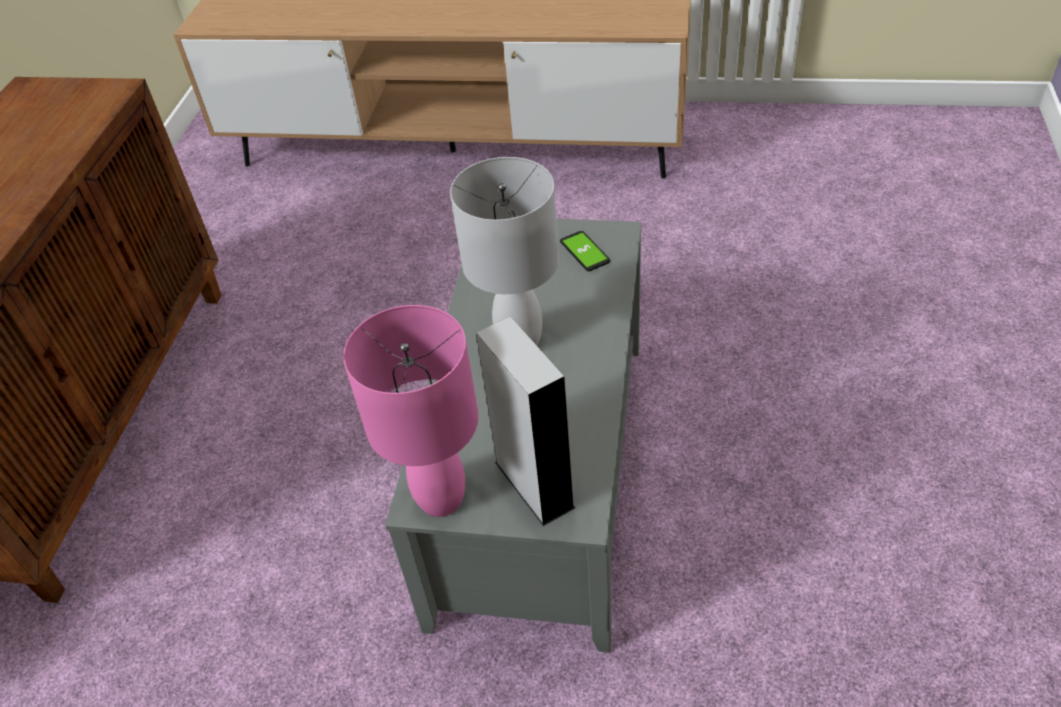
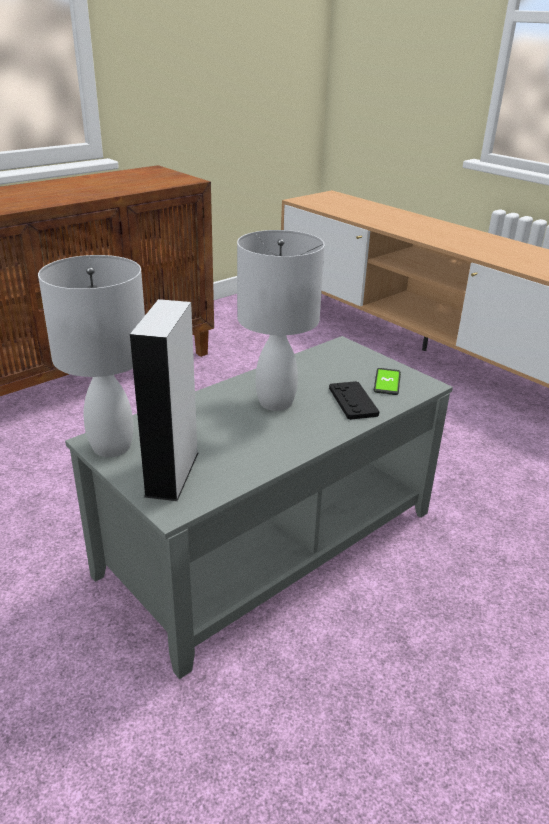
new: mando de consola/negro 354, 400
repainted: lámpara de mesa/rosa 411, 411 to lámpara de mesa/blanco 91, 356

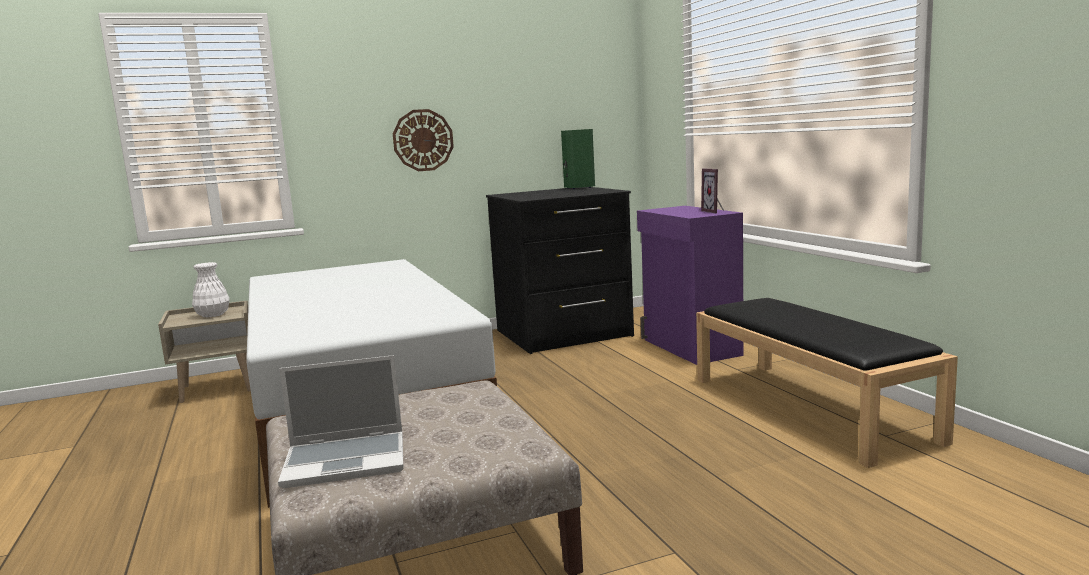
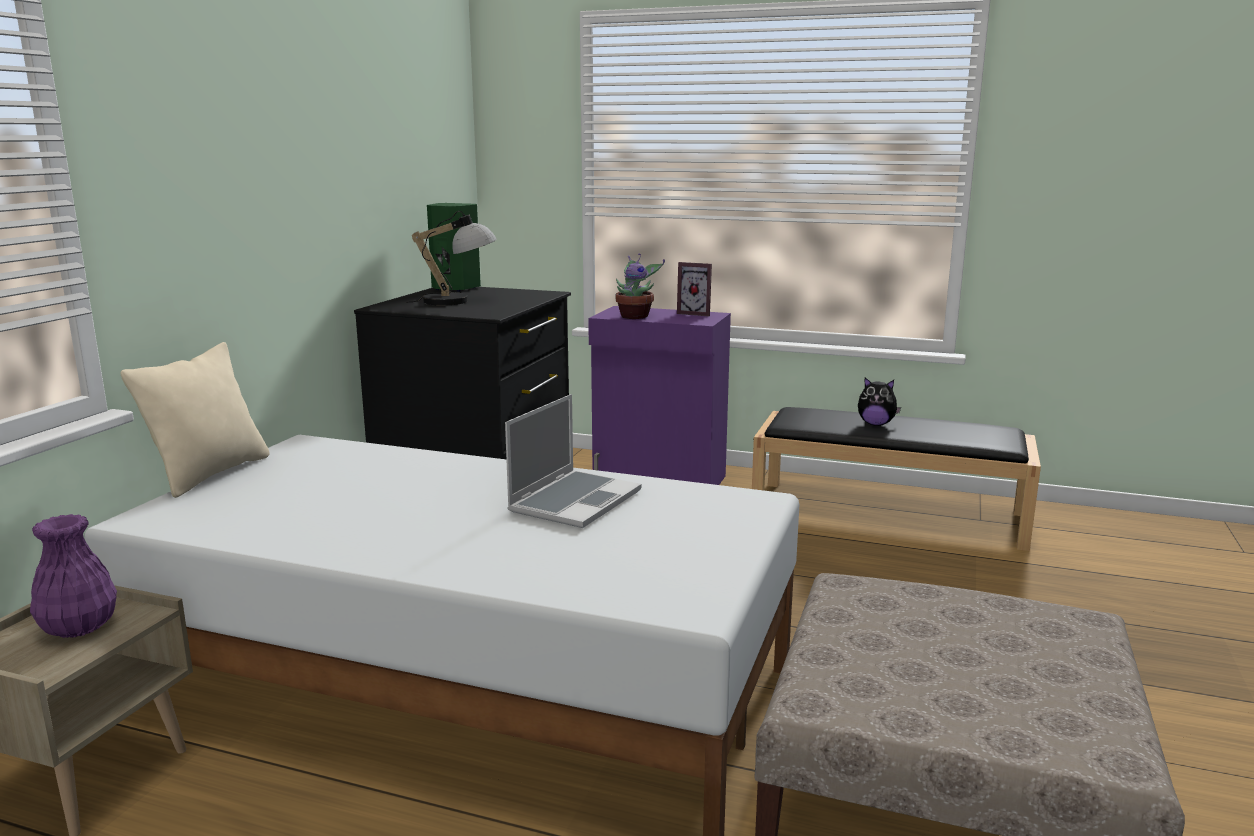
gone: reloj de pared 423, 140
new: cojín/beis 195, 420; lámpara de mesa 451, 258; planta en maceta 640, 286; peluche 879, 402
shifted: portátil 340, 421 to 573, 461
repainted: florero/blanco 211, 289 to florero/morado 73, 576

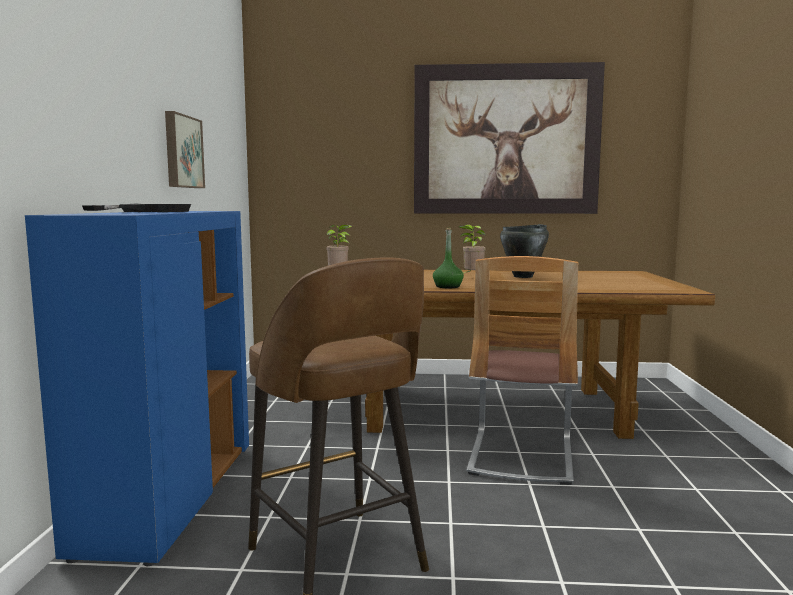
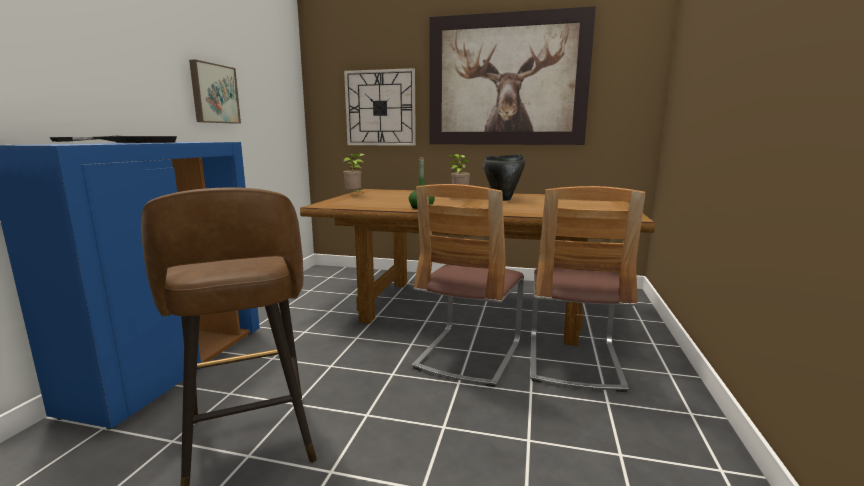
new: reloj de pared 380, 107; silla 587, 289

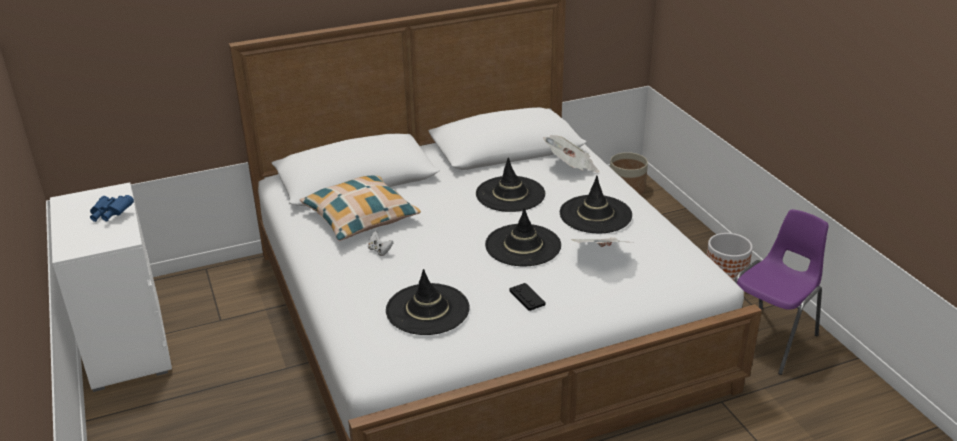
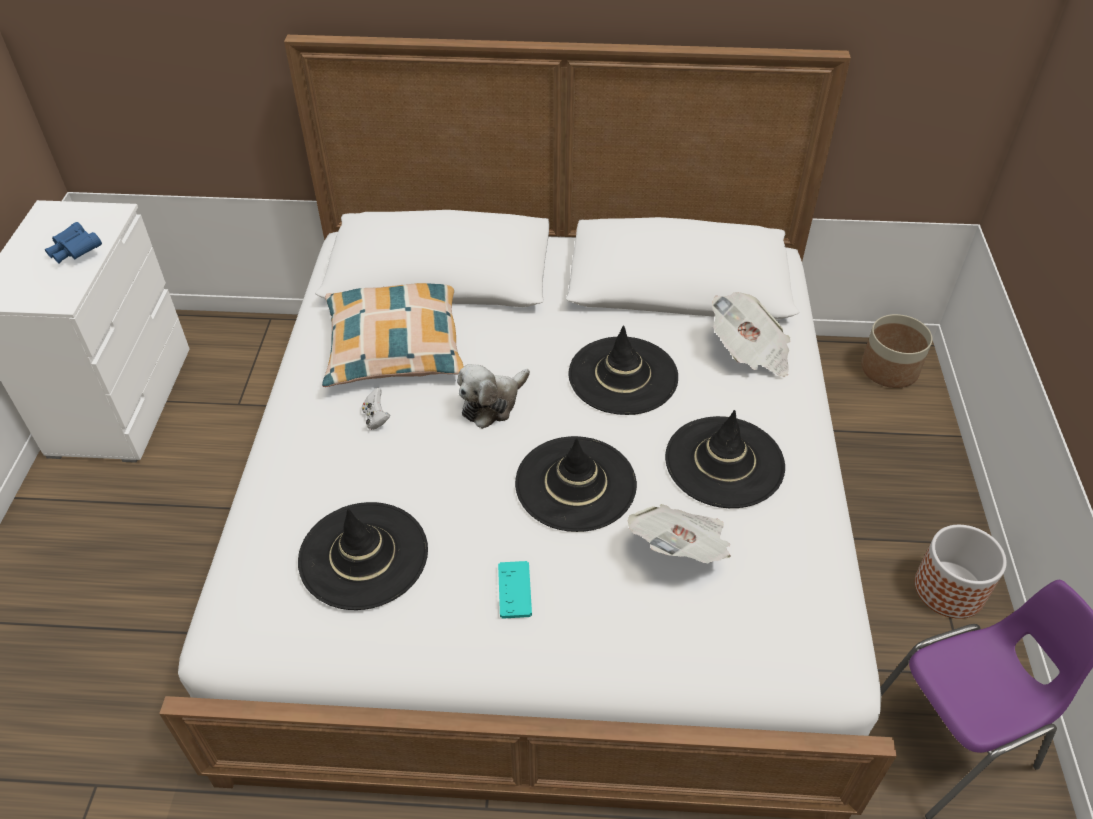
new: peluche 493, 396
repainted: mando de consola/negro 527, 297 to mando de consola/turquesa 515, 590

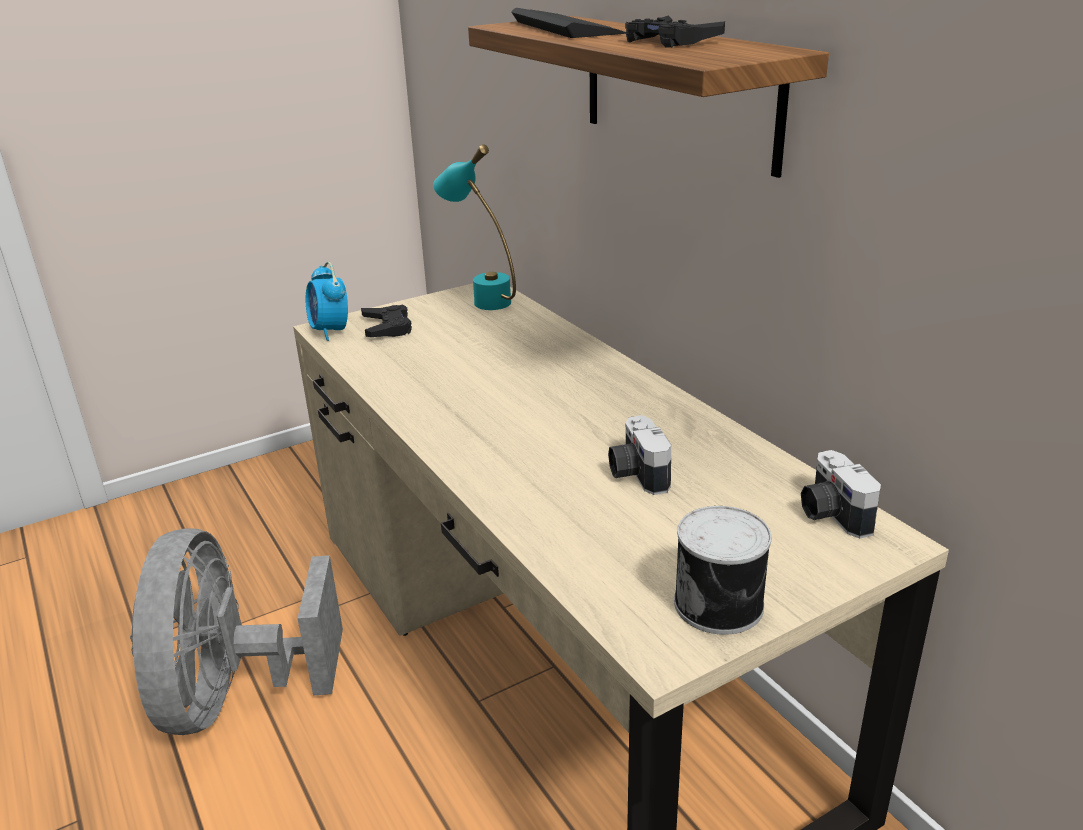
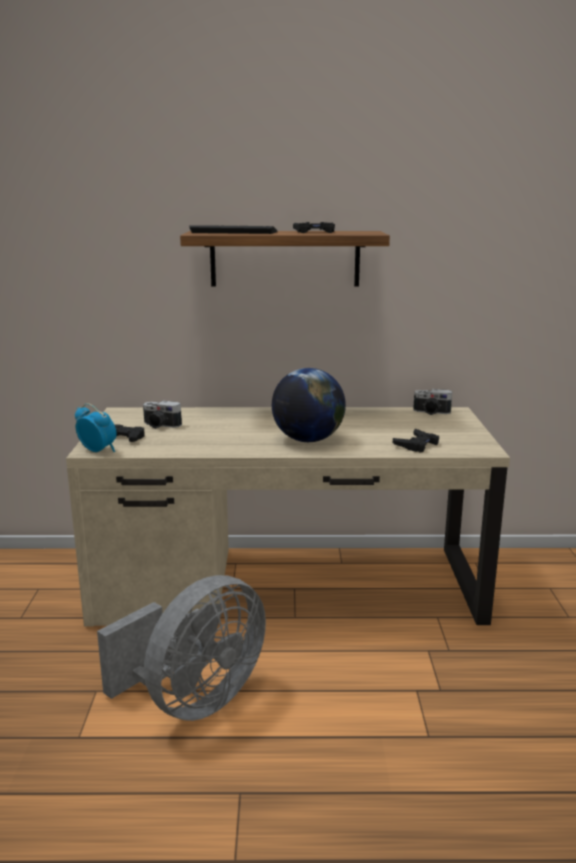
gone: lámpara de mesa/turquesa 474, 227; lata 723, 570
new: globo terráqueo 309, 405; mando de consola/negro 416, 441
shifted: cámara 639, 455 to 162, 415
rotated: despertador 327, 301 = 96, 427 150 degrees counterclockwise; ventilador/gris 236, 631 = 181, 648 75 degrees counterclockwise

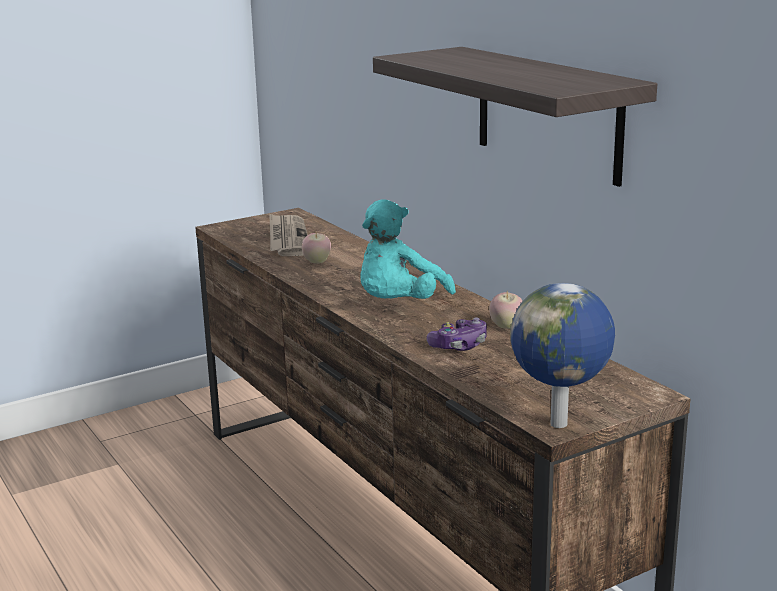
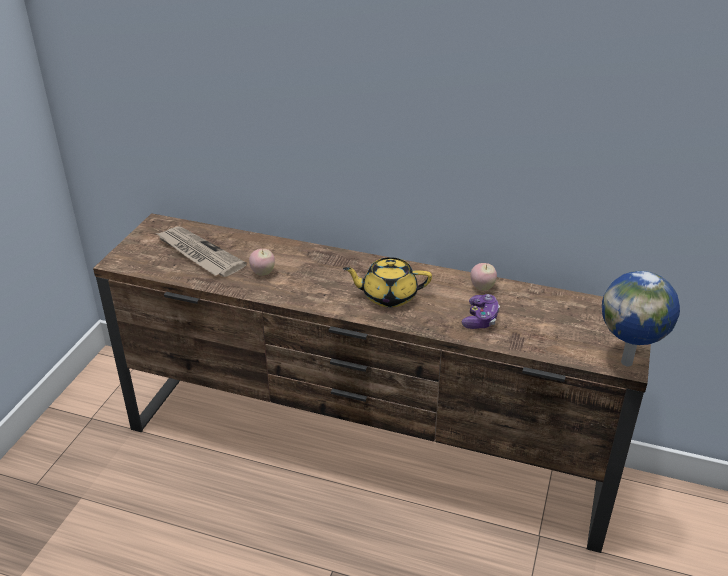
gone: estante 515, 117
swapped: peluche/turquesa 408, 249 to tetera/amarillo 387, 282

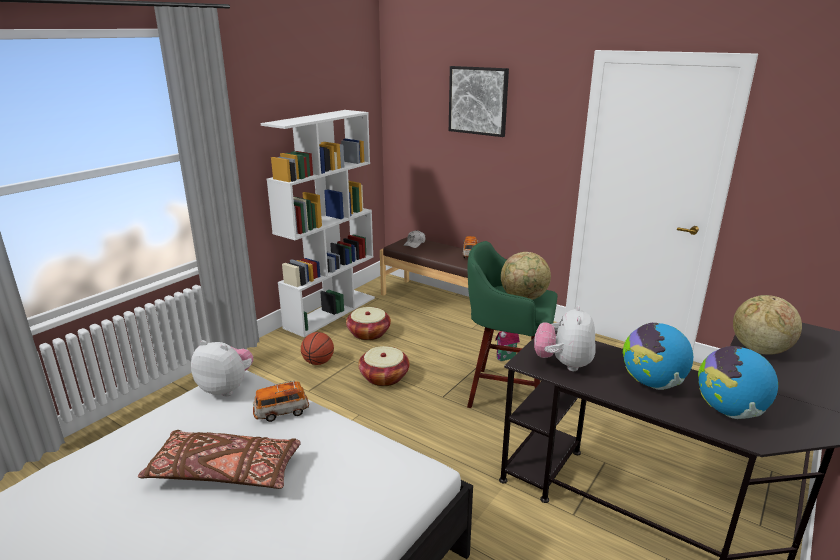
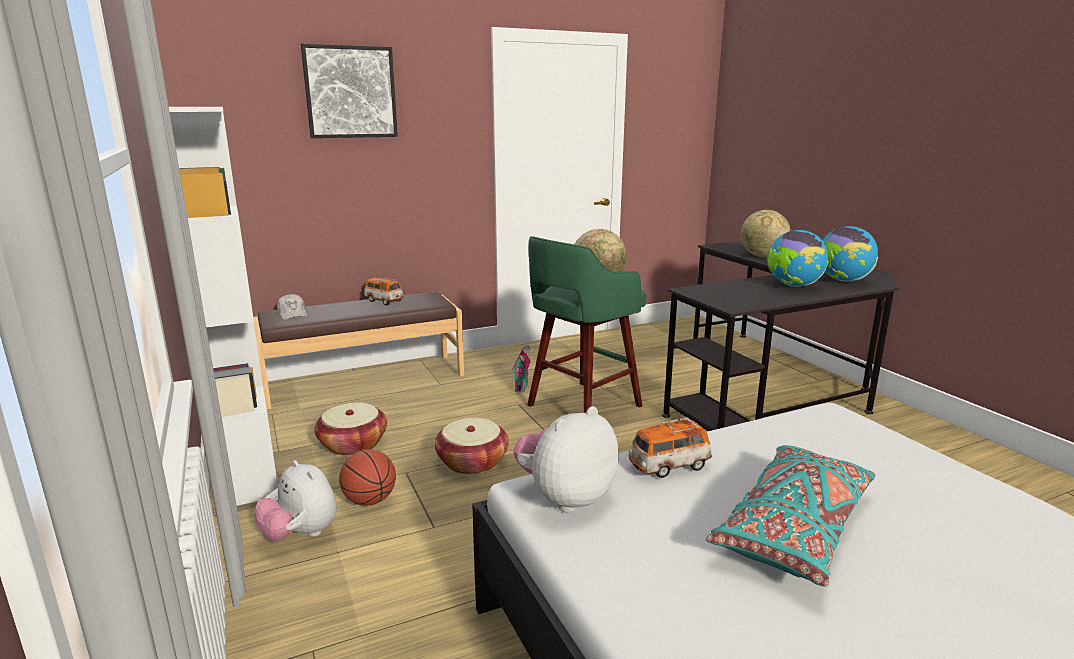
shifted: peluche 565, 338 to 295, 501
repainted: cojín/marrón 219, 459 to cojín/turquesa 790, 516
rotated: coche de juguete 281, 401 = 670, 447 60 degrees clockwise

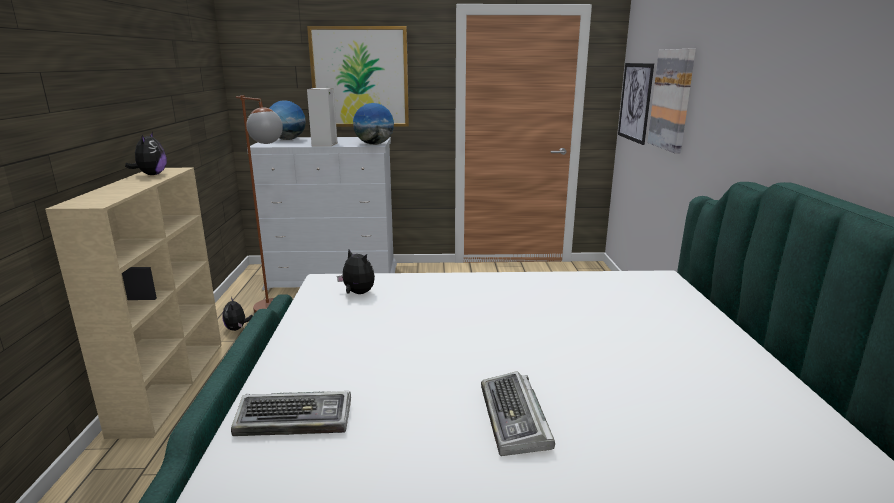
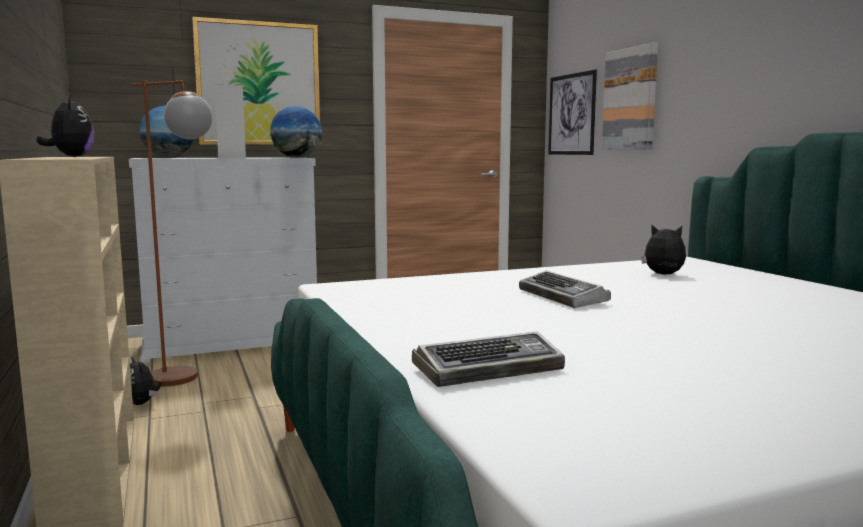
shifted: teclado 518, 413 to 565, 289; peluche 356, 272 to 663, 250

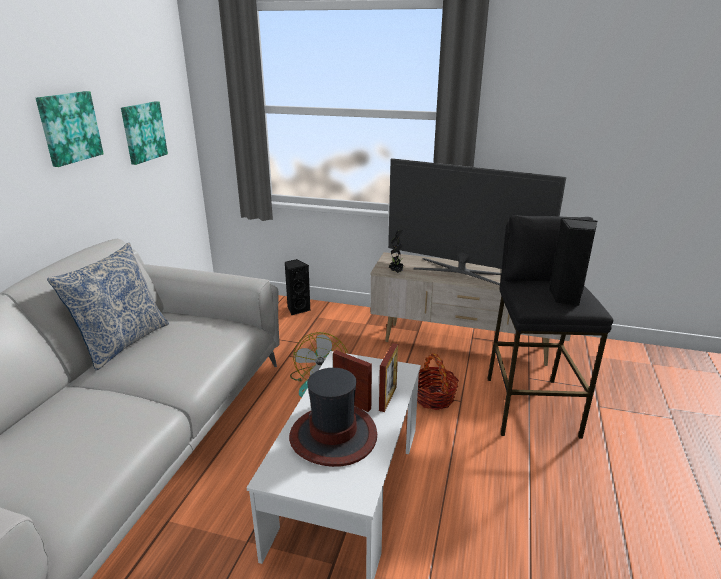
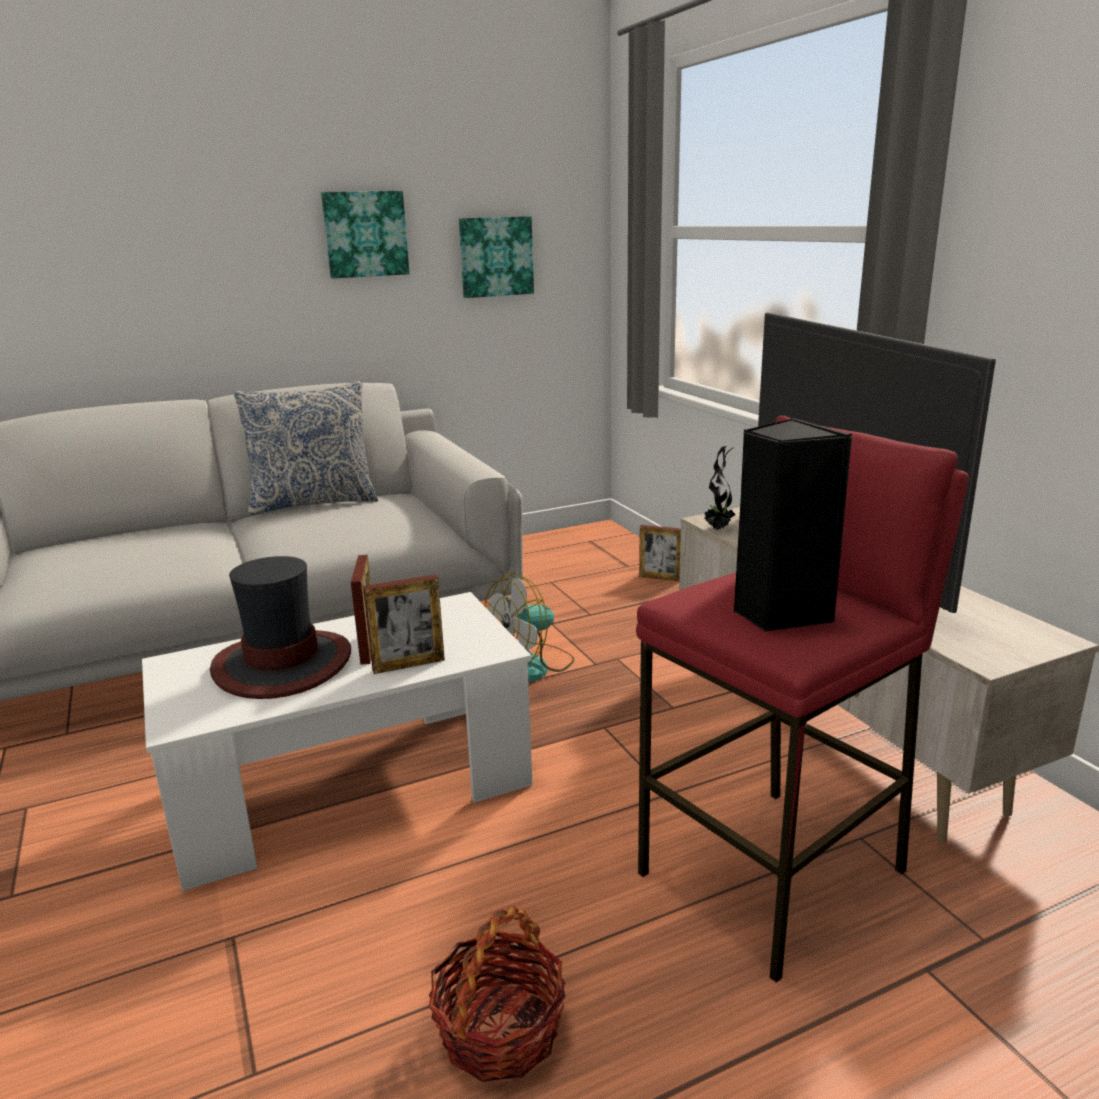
shifted: cesta 438, 381 to 497, 993
swapped: altavoz/negro 297, 287 to portarretratos 660, 553
repainted: taburete/negro 550, 327 to taburete/rojo 802, 699

